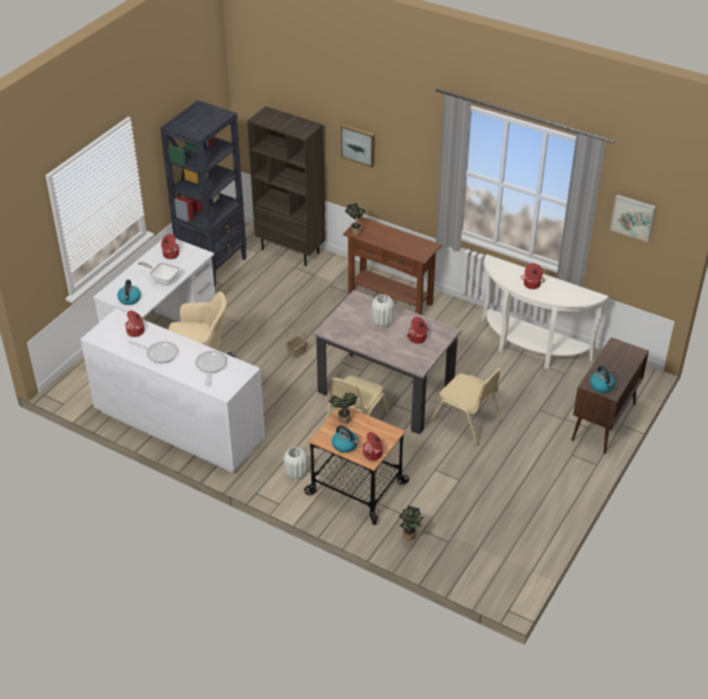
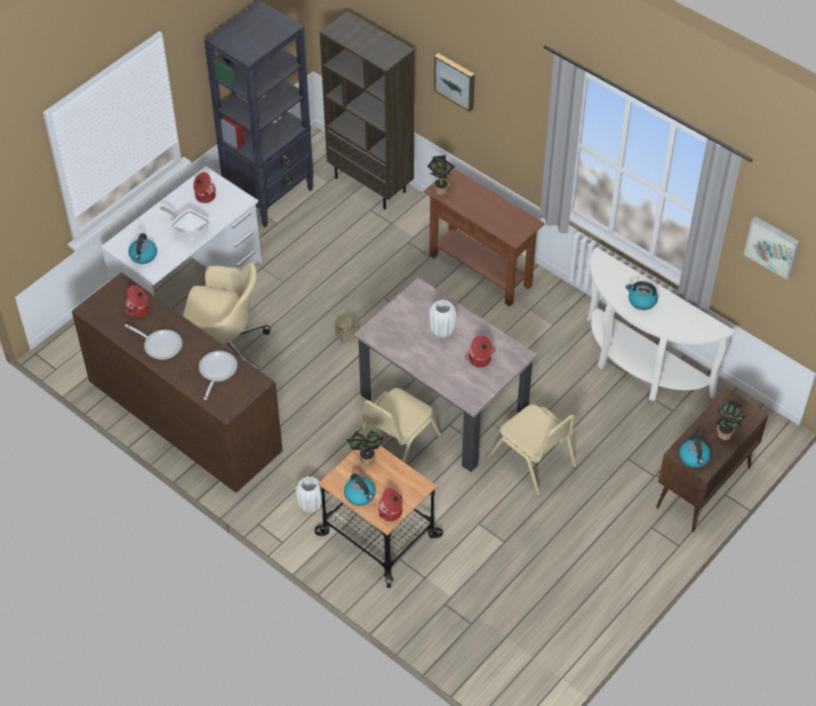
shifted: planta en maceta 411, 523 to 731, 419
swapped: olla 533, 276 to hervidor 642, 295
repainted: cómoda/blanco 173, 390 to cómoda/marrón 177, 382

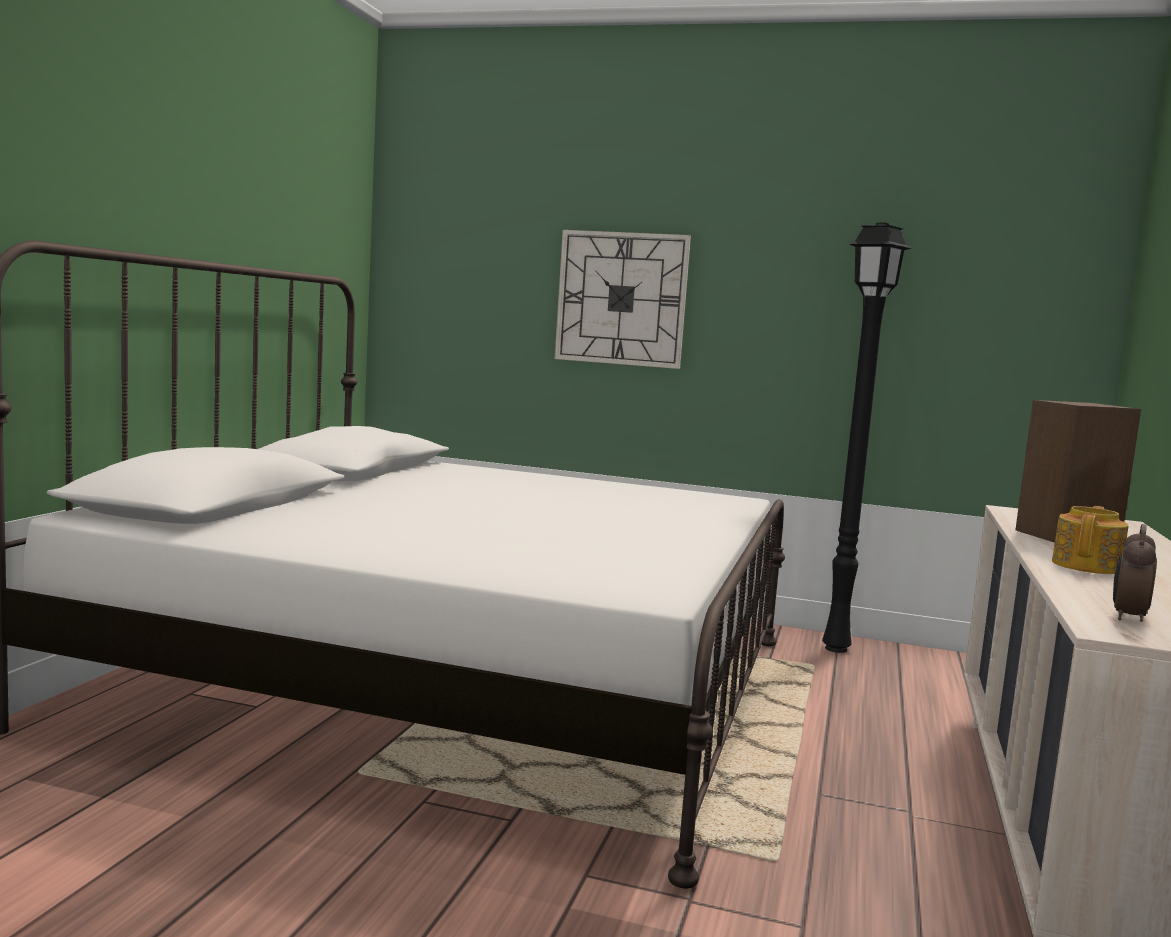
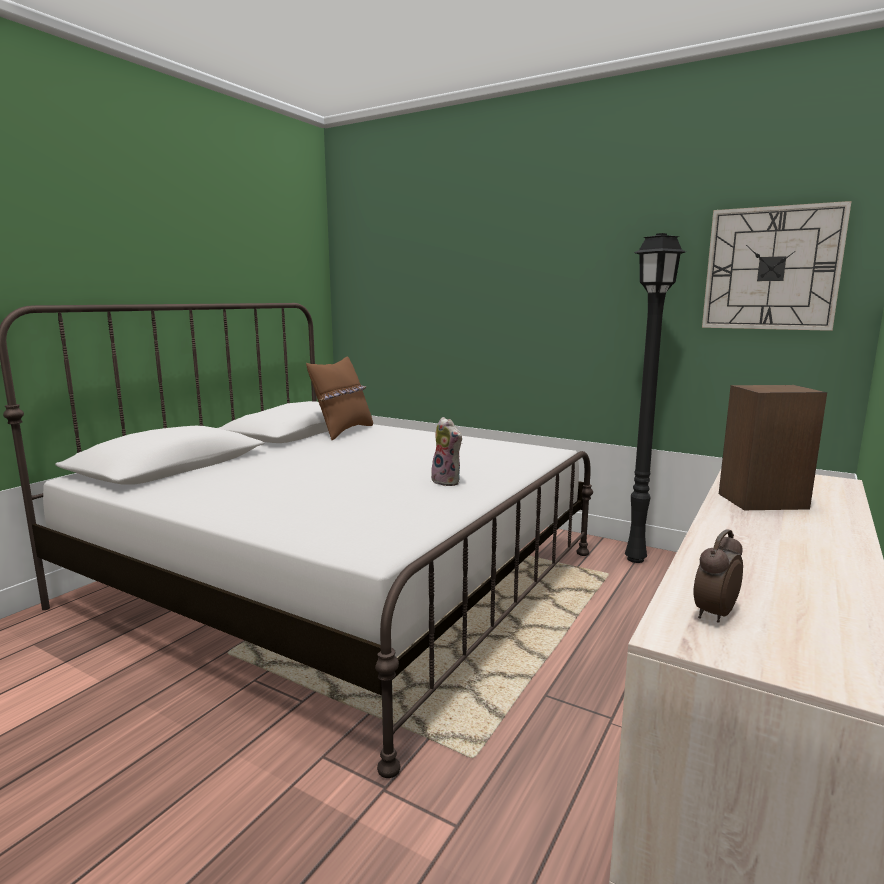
gone: tetera 1090, 540
new: cojín/marrón 339, 398; peluche 445, 451
shifted: reloj de pared 623, 299 to 777, 266

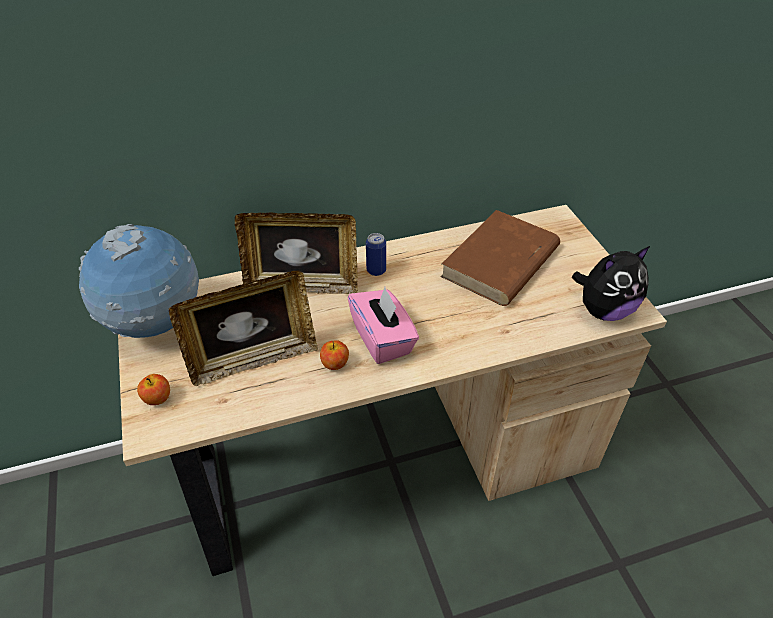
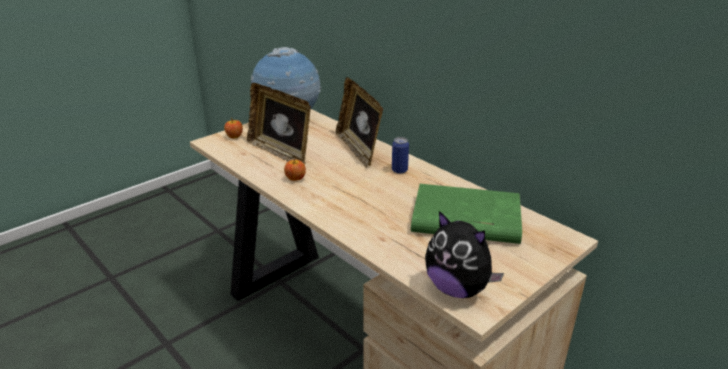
gone: caja de pañuelos/rosa 383, 325
repainted: libro/marrón 500, 258 to libro/verde 466, 214

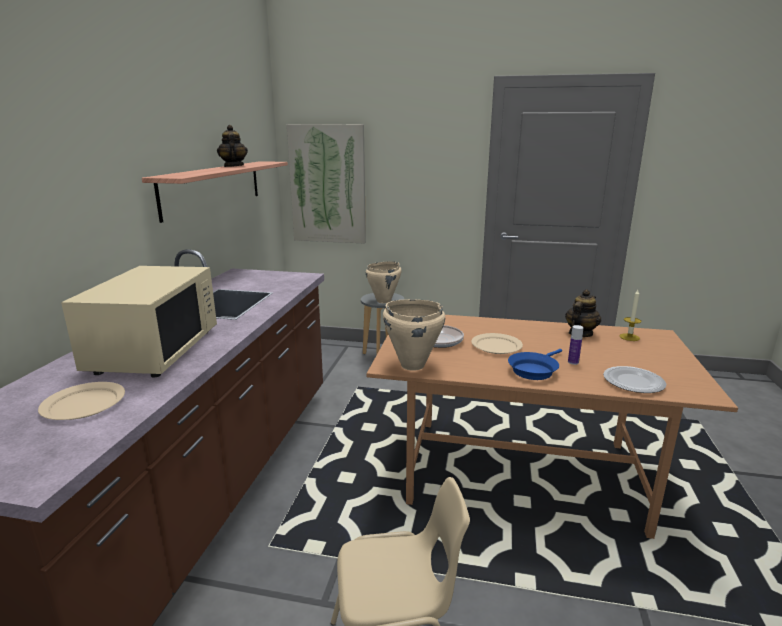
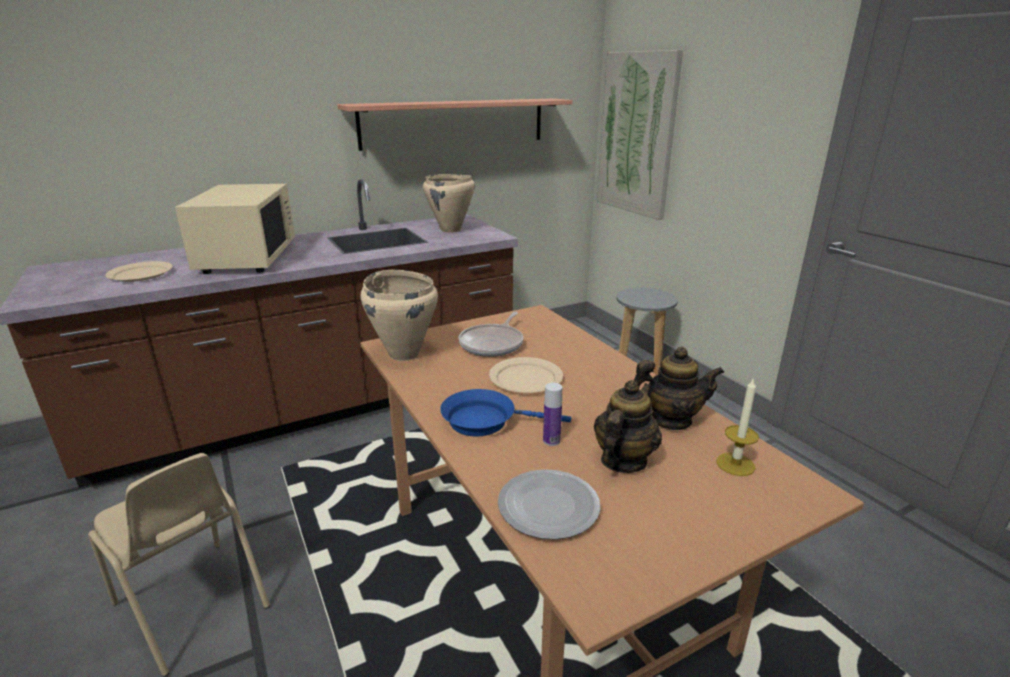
shifted: olla/beis 383, 282 to 449, 203; tetera 232, 146 to 628, 426
rotated: microondas/beis 139, 321 = 235, 229 60 degrees counterclockwise

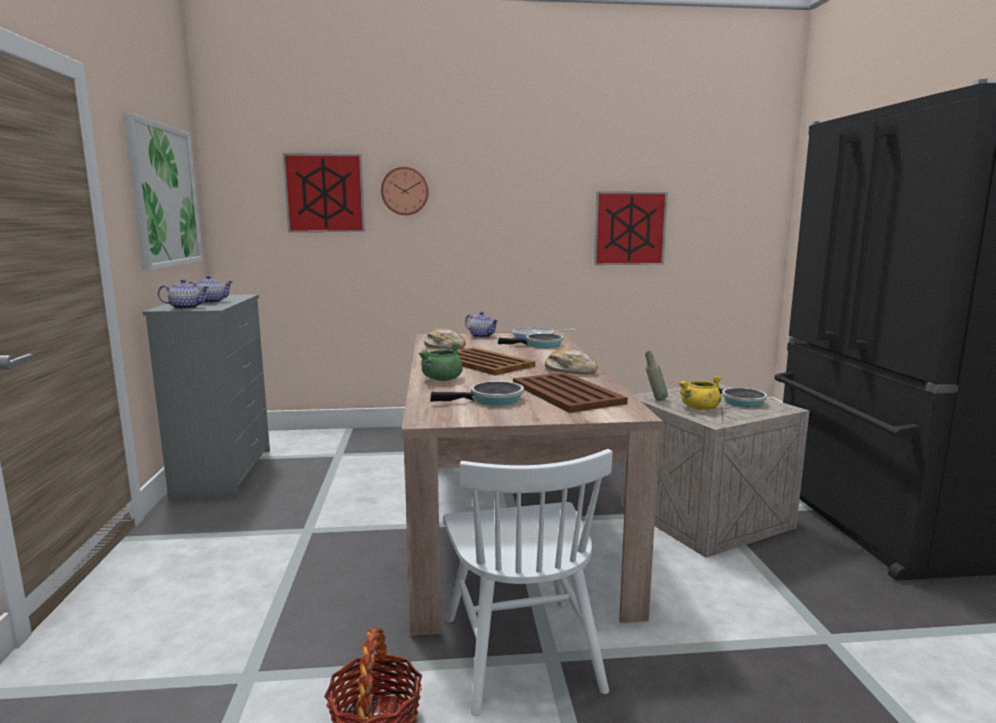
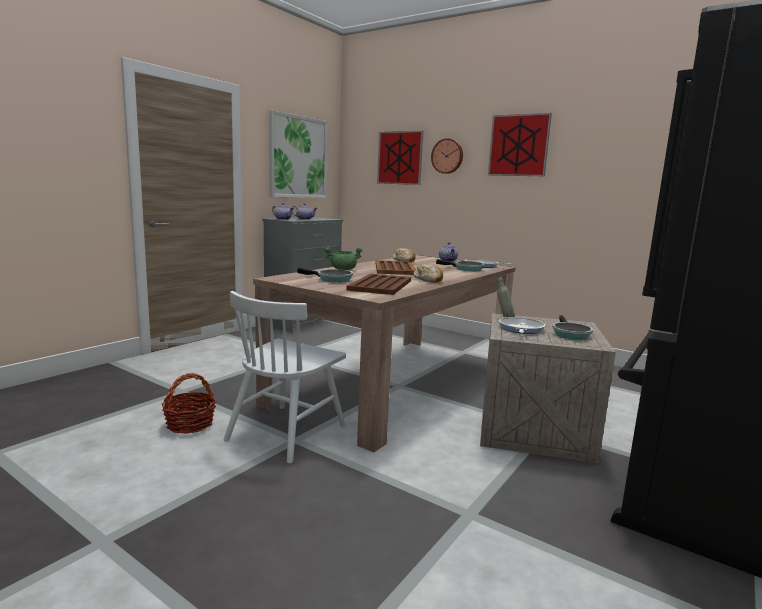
shifted: cuadro 631, 228 to 520, 144
swapped: olla/amarillo 700, 392 to sartén 522, 325

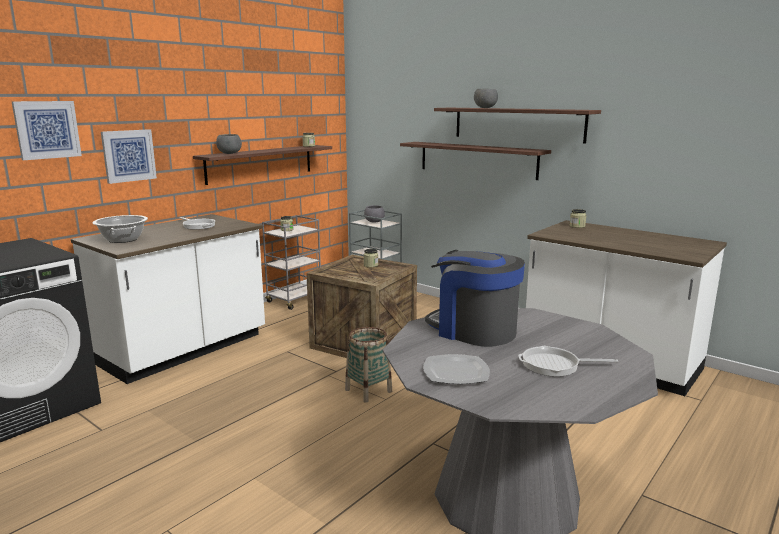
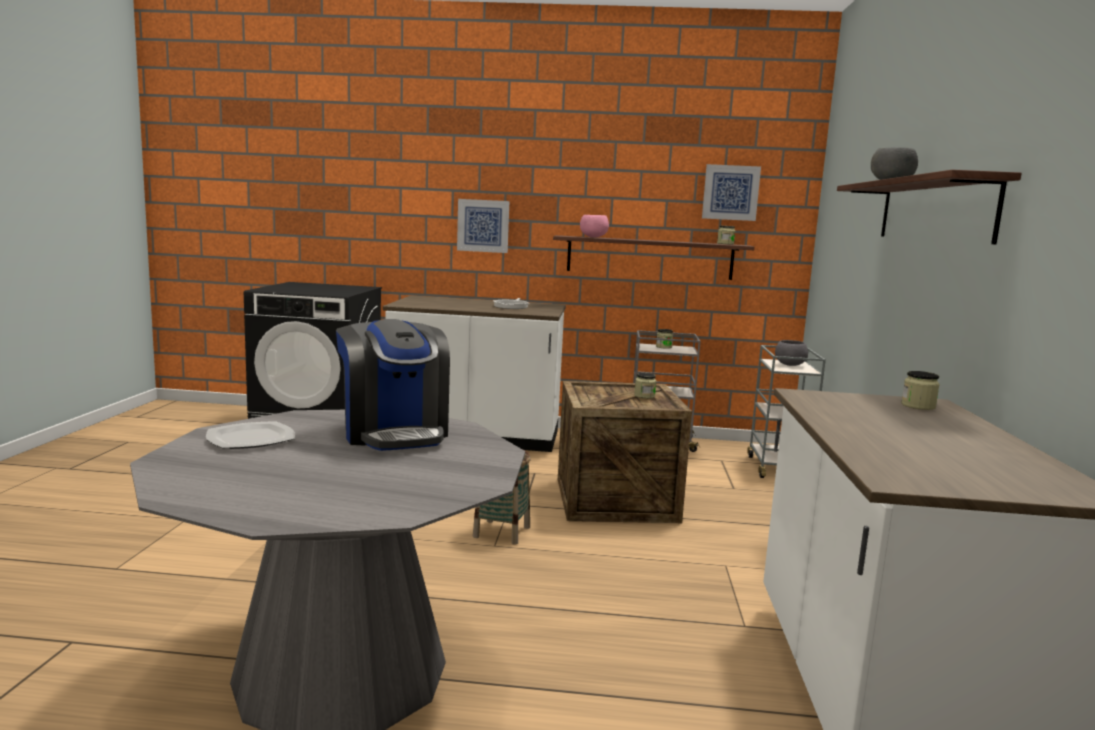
gone: olla 120, 229; estante 475, 161; sartén 568, 361
shifted: cuadro 46, 130 to 731, 192
repainted: cuenco/gris 229, 144 to cuenco/rosa 594, 226
rotated: cafetera 475, 298 = 393, 385 150 degrees clockwise

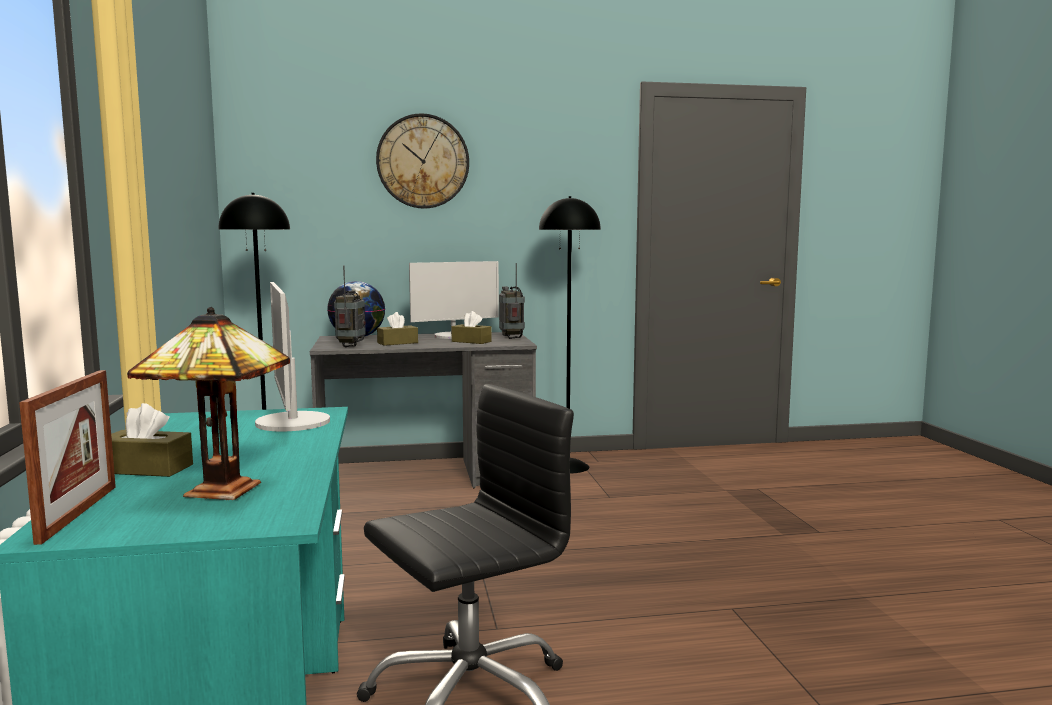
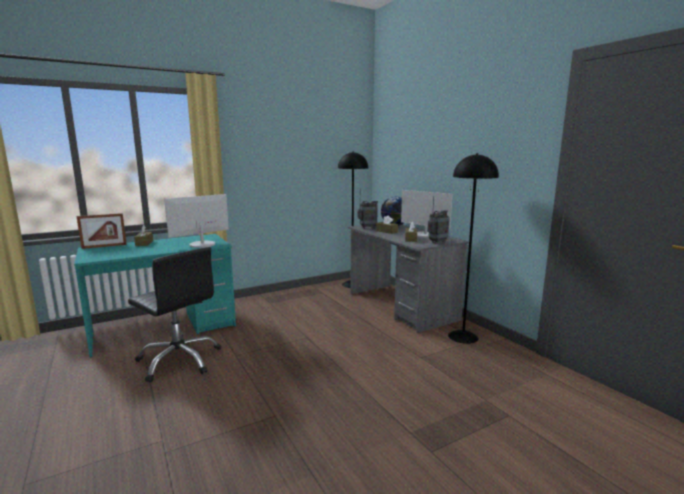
gone: lámpara de mesa 208, 403; reloj de pared 422, 161

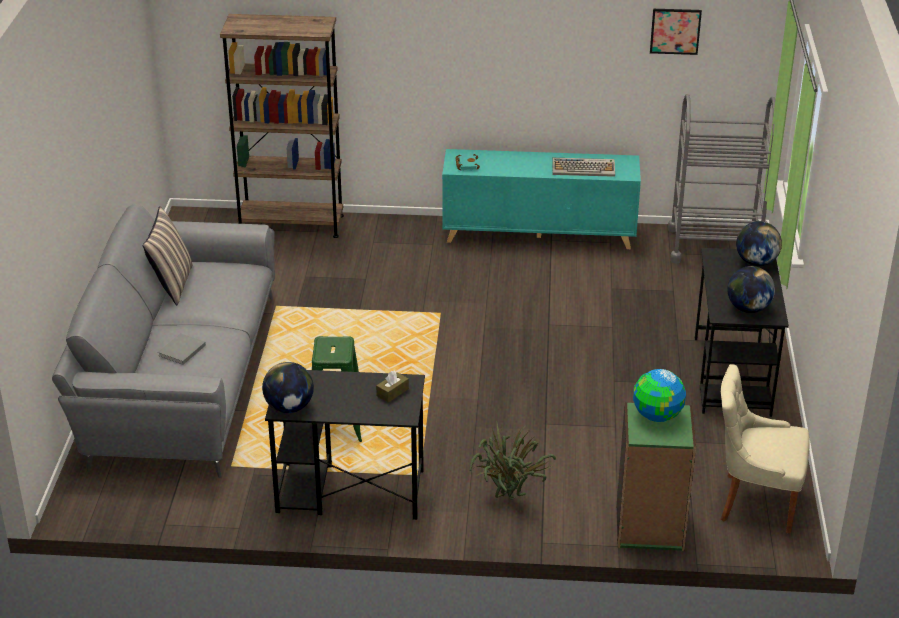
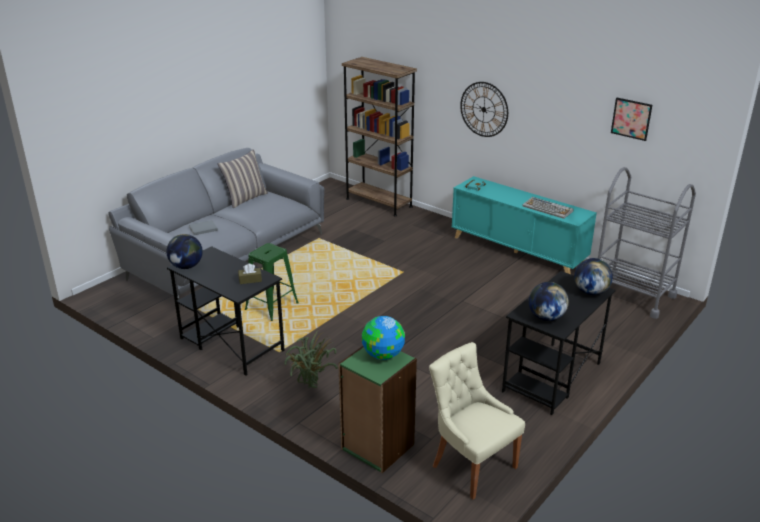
new: reloj de pared 484, 109

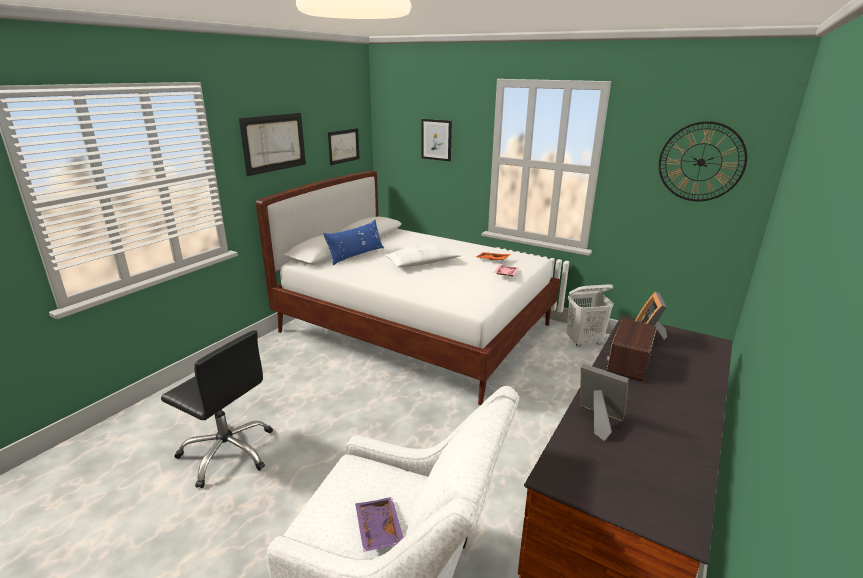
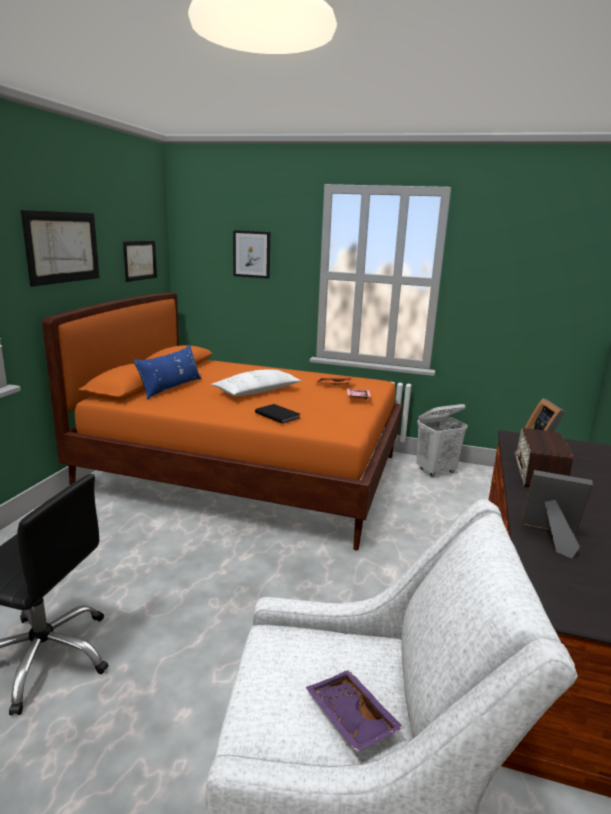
gone: reloj de pared 703, 161
new: libro/negro 277, 414
repainted: cama/blanco 408, 288 to cama/naranja 222, 422

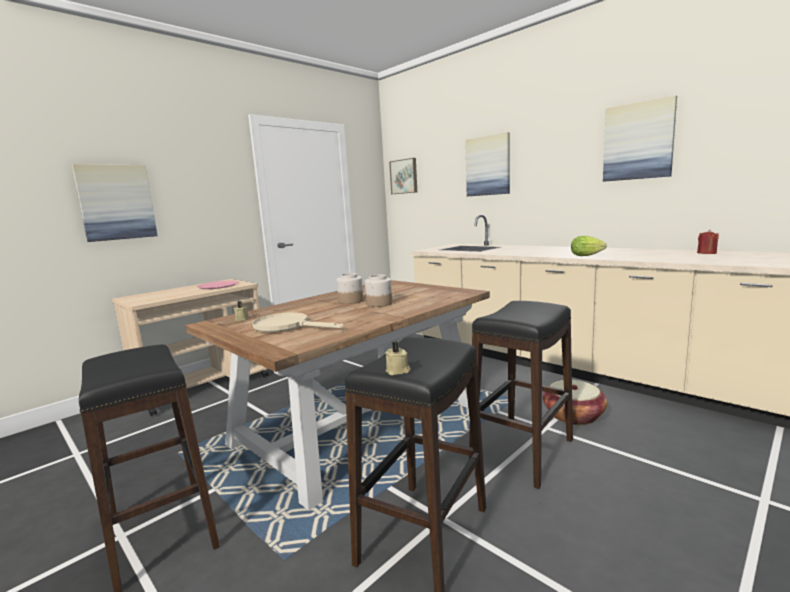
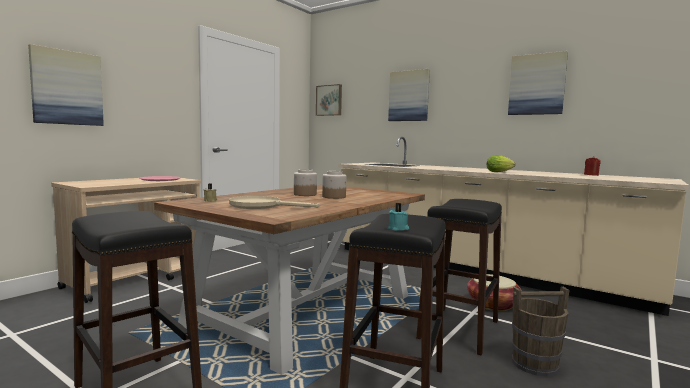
new: cubo/marrón 541, 331
repainted: vela/beis 397, 358 to vela/turquesa 398, 217

